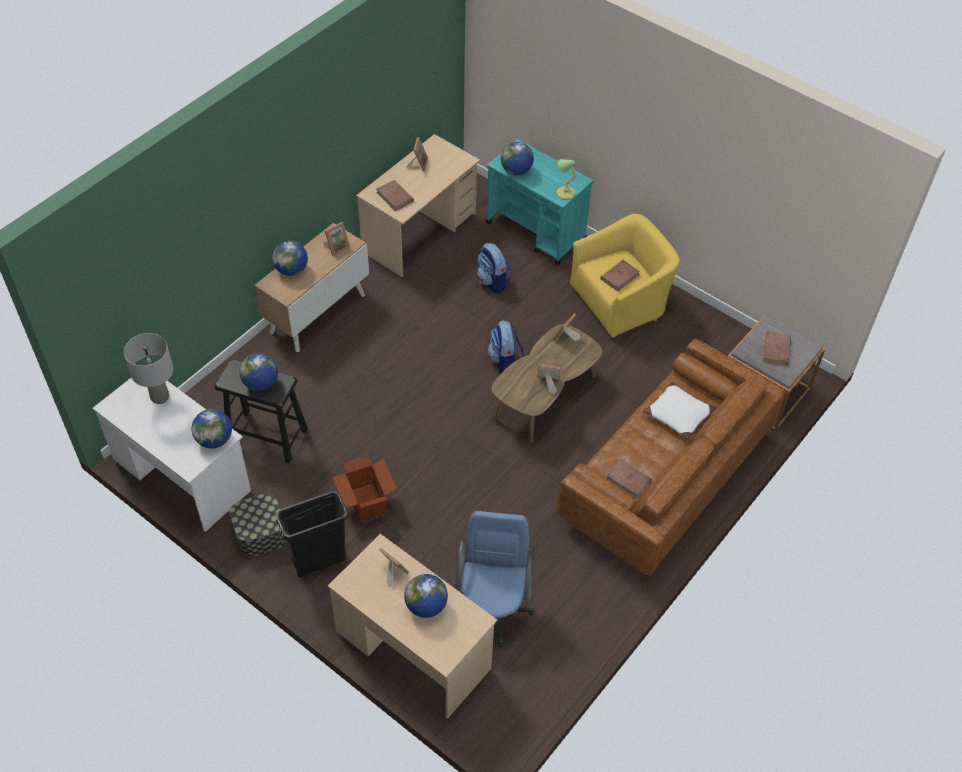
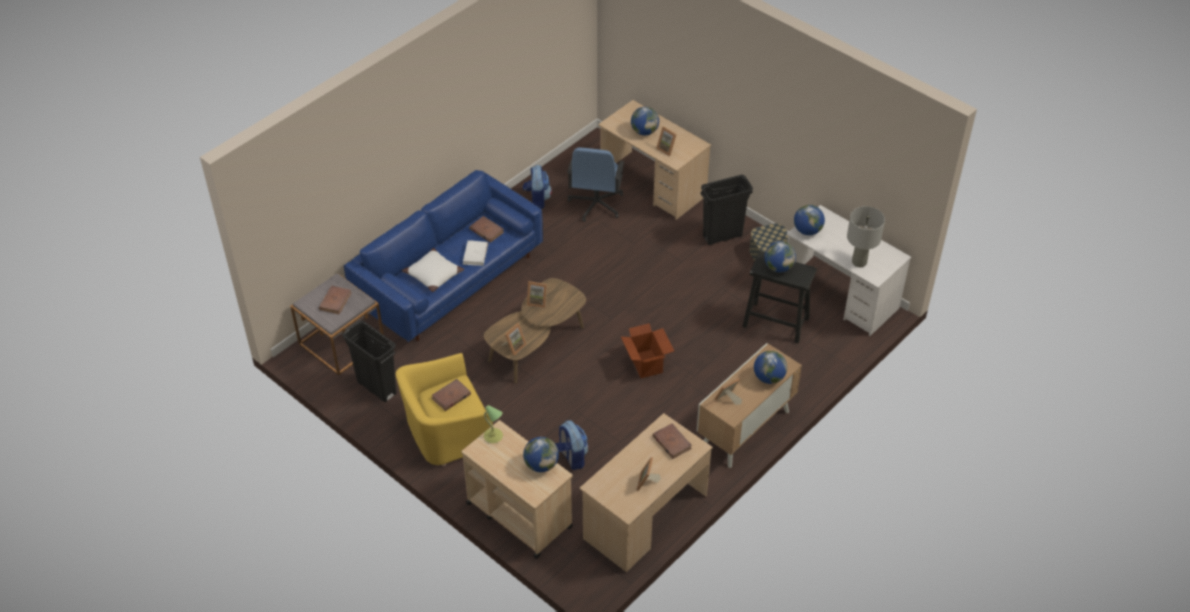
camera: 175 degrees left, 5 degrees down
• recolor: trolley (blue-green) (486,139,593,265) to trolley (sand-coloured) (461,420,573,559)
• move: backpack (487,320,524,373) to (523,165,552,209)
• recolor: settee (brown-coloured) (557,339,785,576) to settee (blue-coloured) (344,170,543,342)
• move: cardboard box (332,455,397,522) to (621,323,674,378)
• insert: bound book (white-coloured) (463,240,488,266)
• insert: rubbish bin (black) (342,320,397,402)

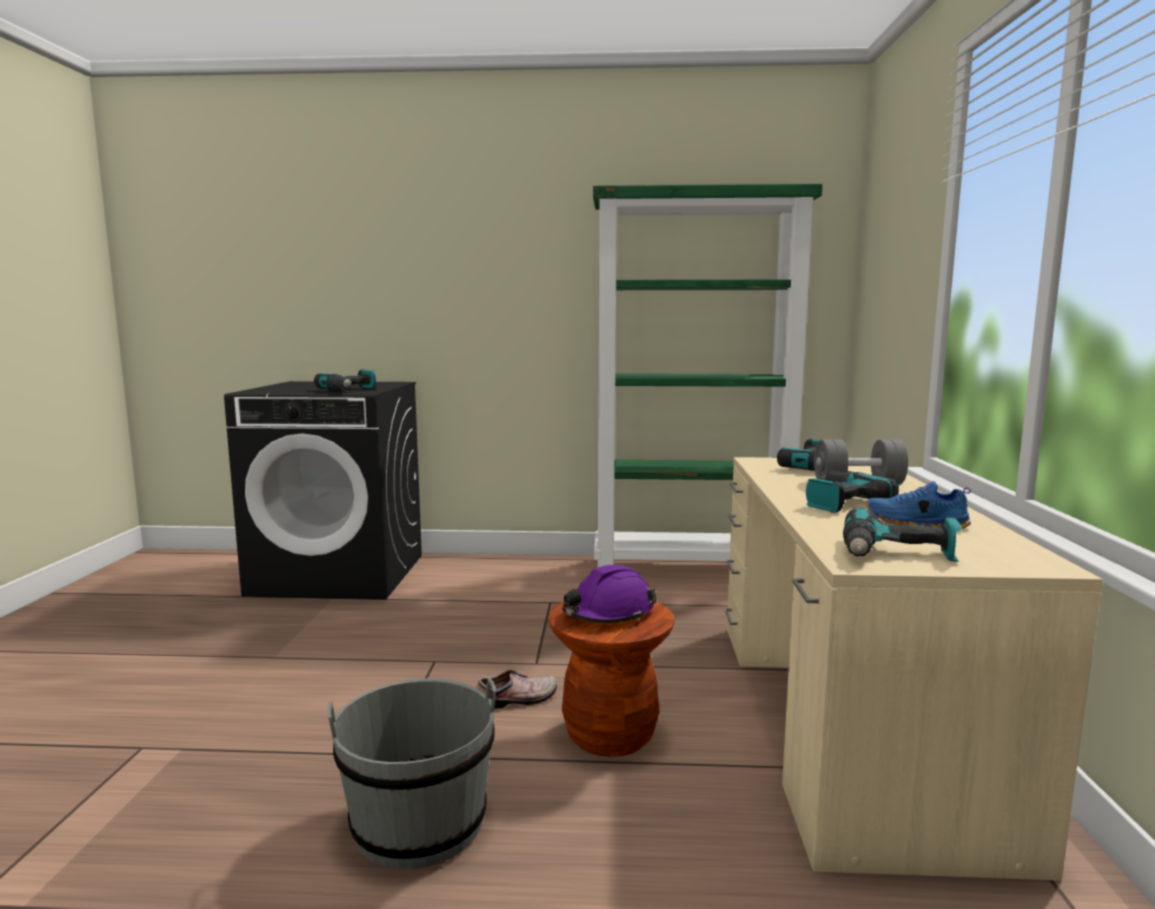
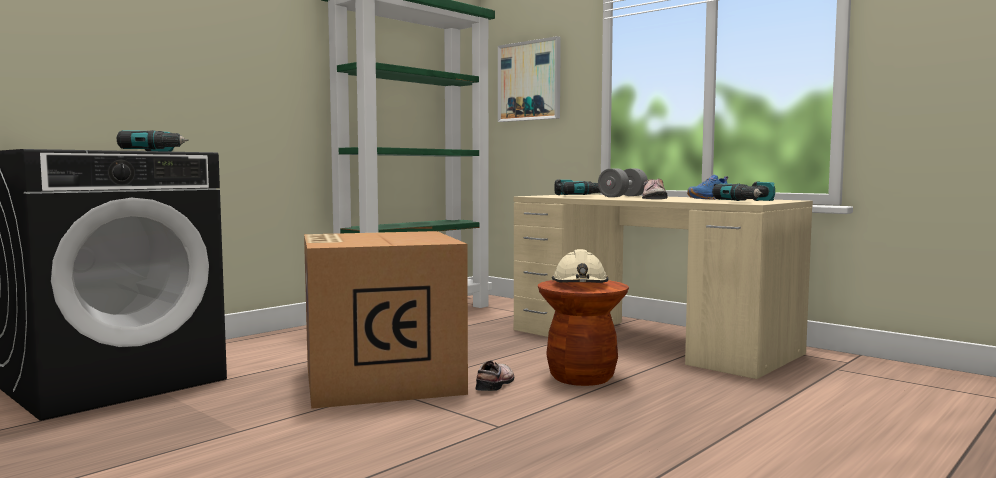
camera: 50 degrees left, 5 degrees down
• replace: electric drill (806,470,899,513) to shoe (642,179,668,199)
• recolor: work helmet (purple-coloured) (562,565,657,623) to work helmet (sand-coloured) (552,249,608,283)
• delete: pail (gray) (327,677,496,869)
• insert: wall art (498,36,561,122)
• insert: cardboard box (304,231,468,409)

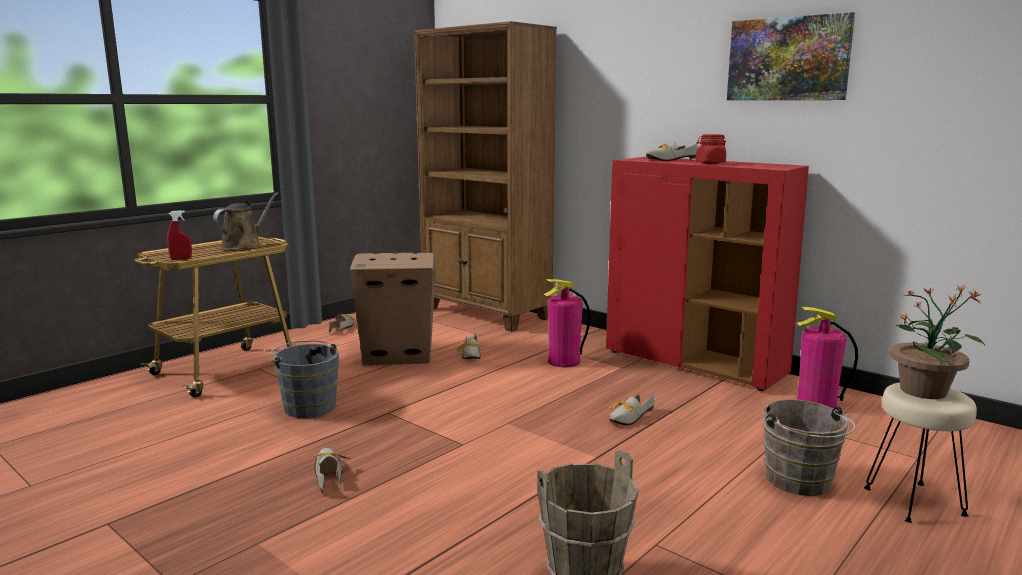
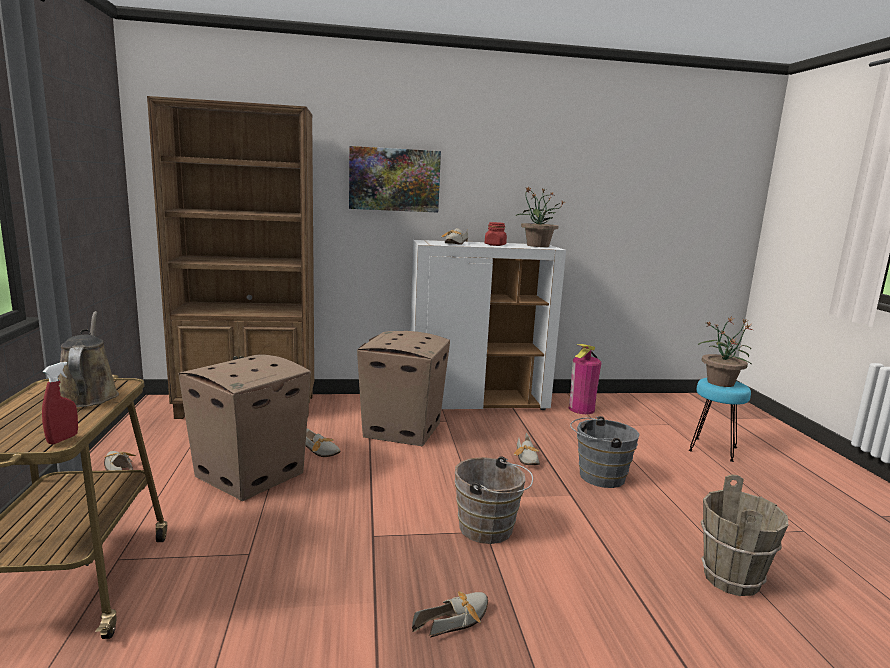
camera: 50 degrees left, 0 degrees up
• move: wall art (727,12,855,100) to (349,146,441,212)
• recolor: storage cabinet (reddish) (606,157,809,391) to storage cabinet (white-coloured) (410,240,566,410)
• replace: fire-fighting cylinder (544,279,590,367) to cardboard box (357,331,450,447)
• move: pail (gray) (270,340,339,418) to (570,416,639,488)
• recolor: stool (sand-coloured) (864,382,977,523) to stool (blue-green) (689,378,751,462)
• move: pail (brown-coloured) (763,399,855,496) to (455,456,533,544)
• rotate: shoe (314,448,351,494) = (412,592,488,638) 120 degrees clockwise
• insert: potted plant (516,186,565,247)

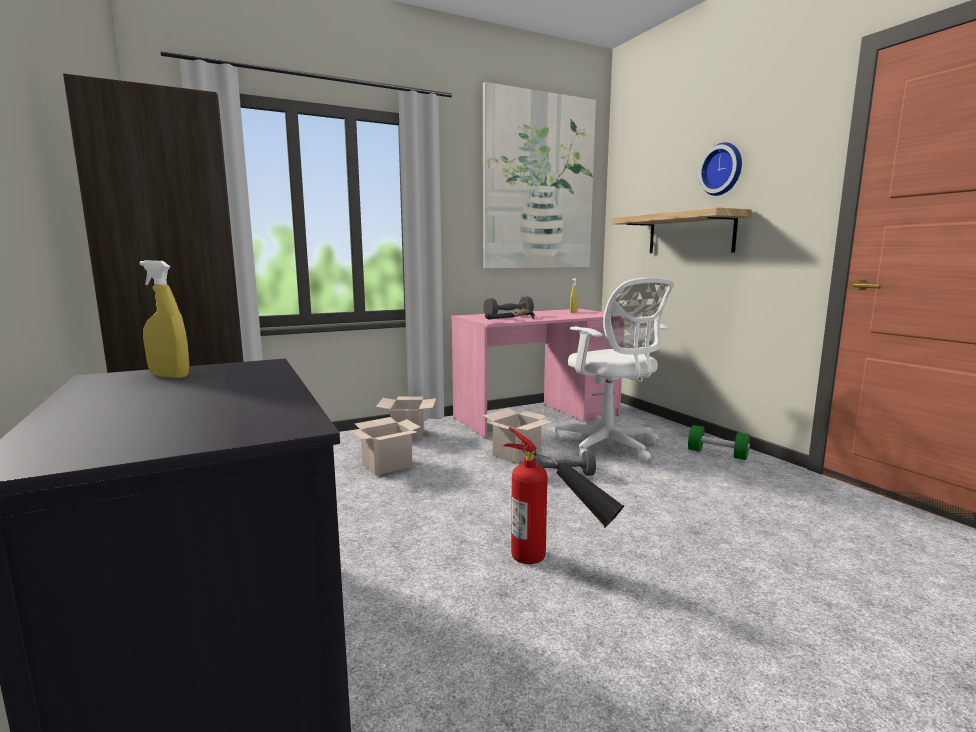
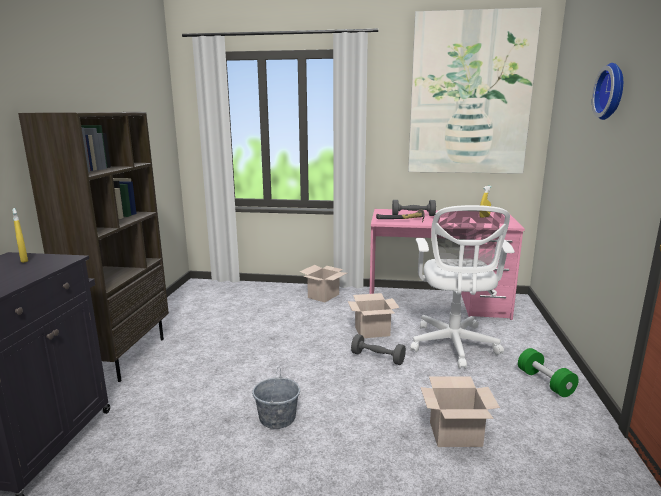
camera: 35 degrees right, 5 degrees up
• delete: bracket shelf (612,207,752,253)
• move: cardboard box (350,417,420,476) to (421,376,500,447)
• replace: fire-fighting cylinder (503,427,624,564) to pail (gray) (252,366,300,429)

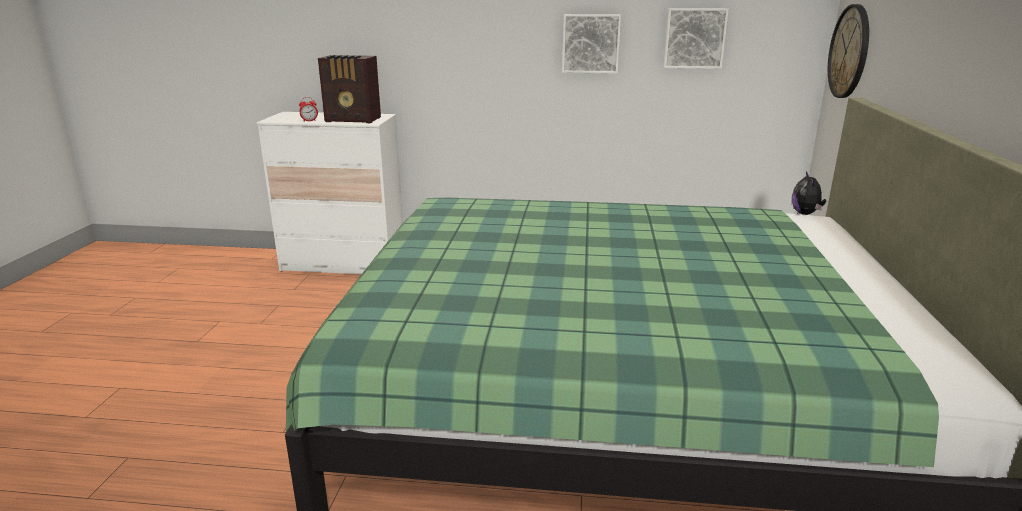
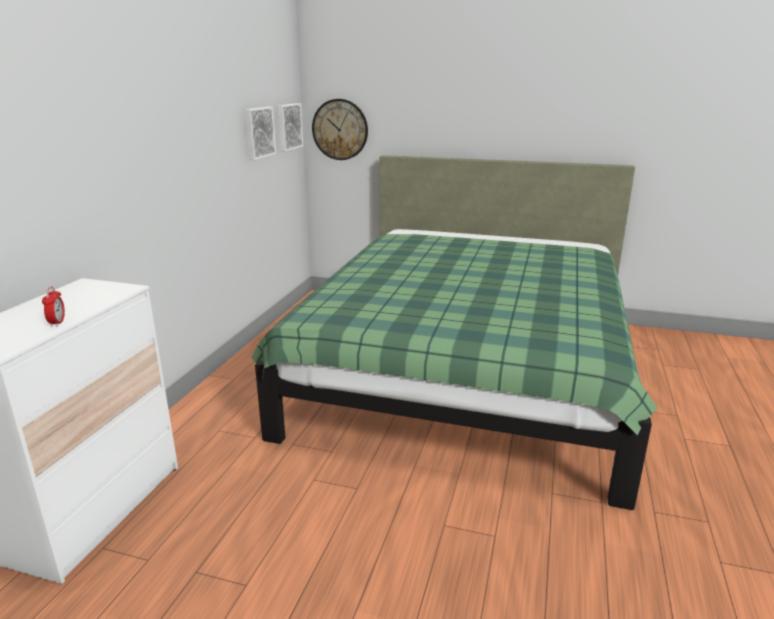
camera: 80 degrees left, 0 degrees up
• move: wall art (562,14,621,74) to (278,103,303,152)
• delete: radio (318,55,381,123)
• delete: soft toy (792,171,826,215)

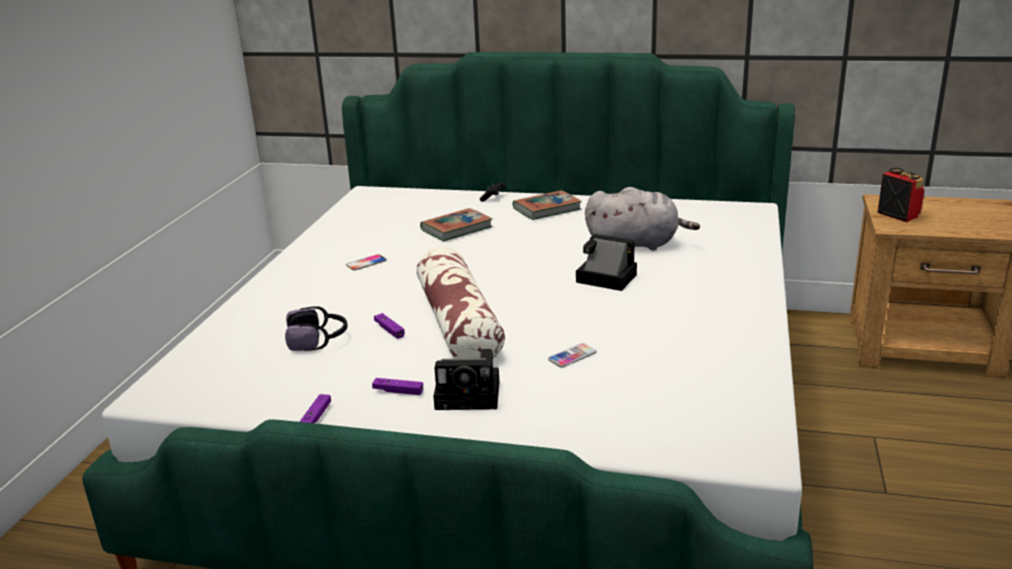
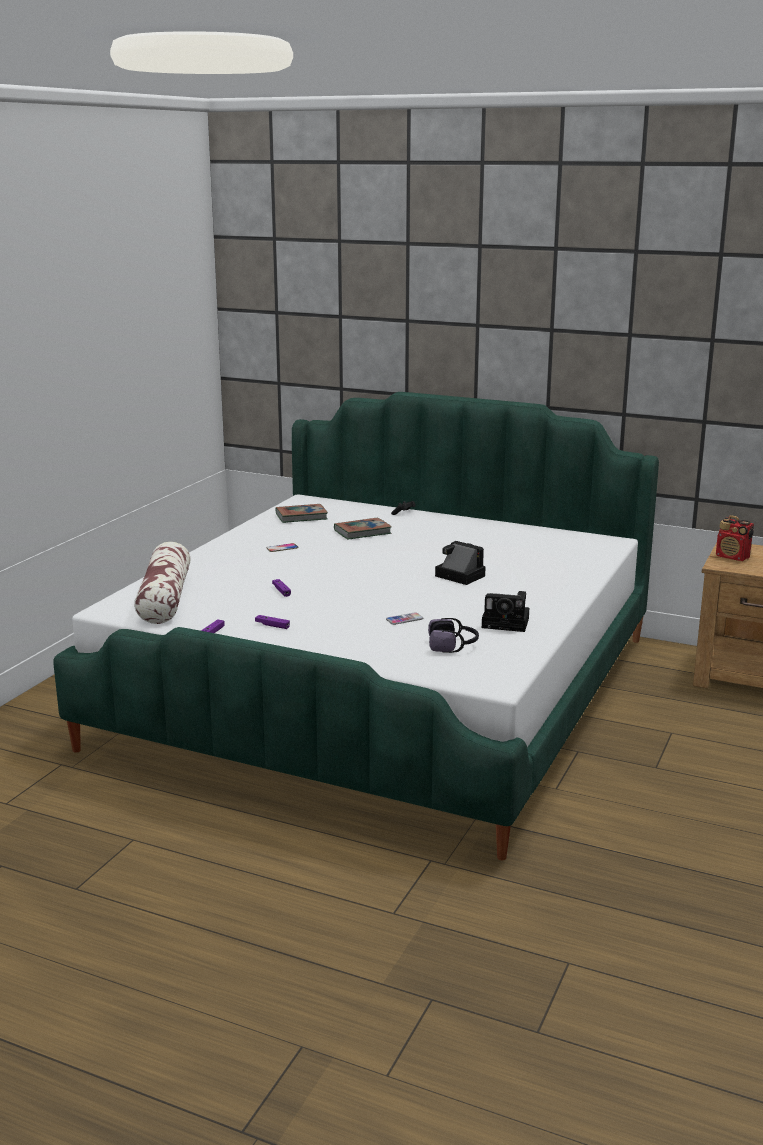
camera: 10 degrees right, 5 degrees down
• rotate: radio (877,168,924,222) = (716,515,754,561) 150 degrees clockwise
• delete: soft toy (gray) (585,187,700,251)
• move: bound book (513,190,582,220) to (276,504,328,523)
• move: pillow (416,247,505,359) to (134,542,191,624)
• move: pair of headphones (285,306,347,351) to (428,618,479,653)
• move: photo camera (433,349,499,410) to (482,591,529,632)

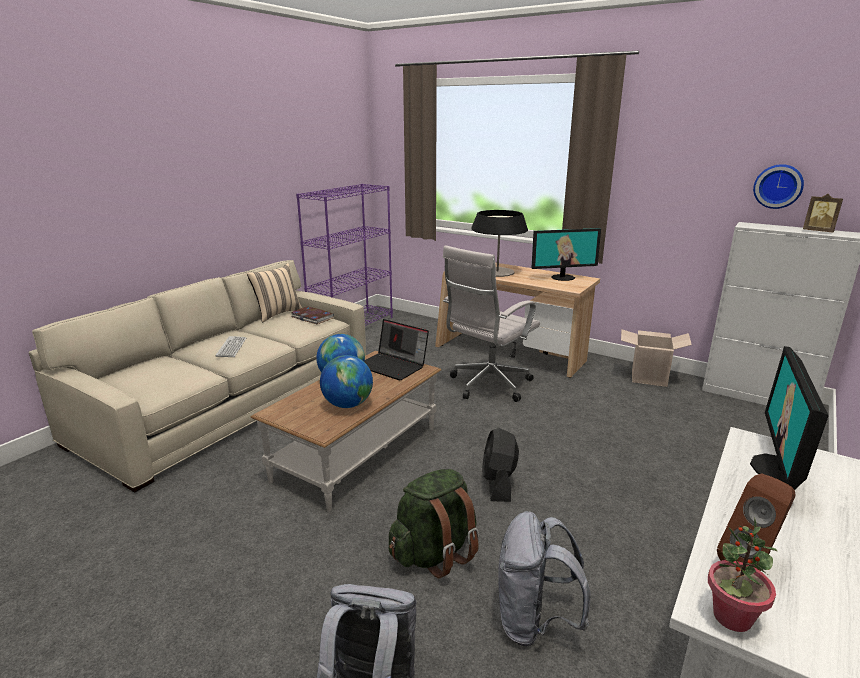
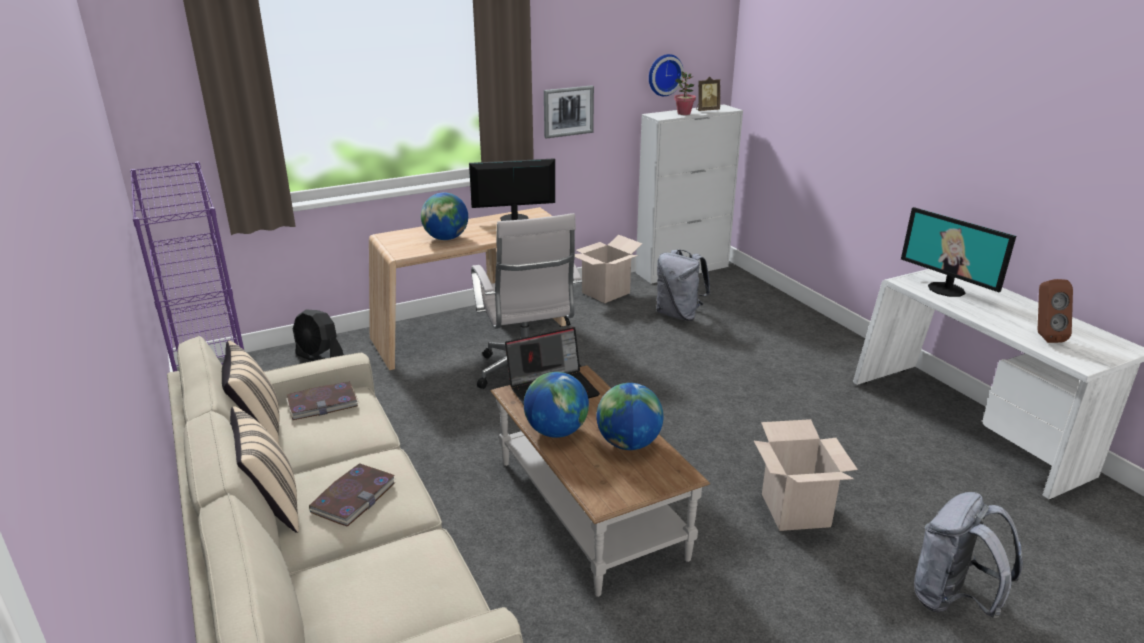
camera: 60 degrees left, 5 degrees up
• replace: table lamp (472,210,528,277) to world globe (421,192,468,240)
• rotate: computer display (531,228,601,281) = (469,158,555,221) 120 degrees counterclockwise
• replace: keyboard (216,336,246,357) to bound book (309,463,396,527)
• move: fan (black) (482,428,519,502) to (293,310,344,361)
• replace: backpack (greenish) (389,469,479,578) to cardboard box (754,419,858,531)
• move: backpack (gray) (498,511,591,647) to (656,249,710,321)
• move: potted plant (708,517,777,632) to (674,71,696,115)
• insert: wall art (544,85,594,138)
• insert: pillow (sand-coloured) (230,406,299,533)

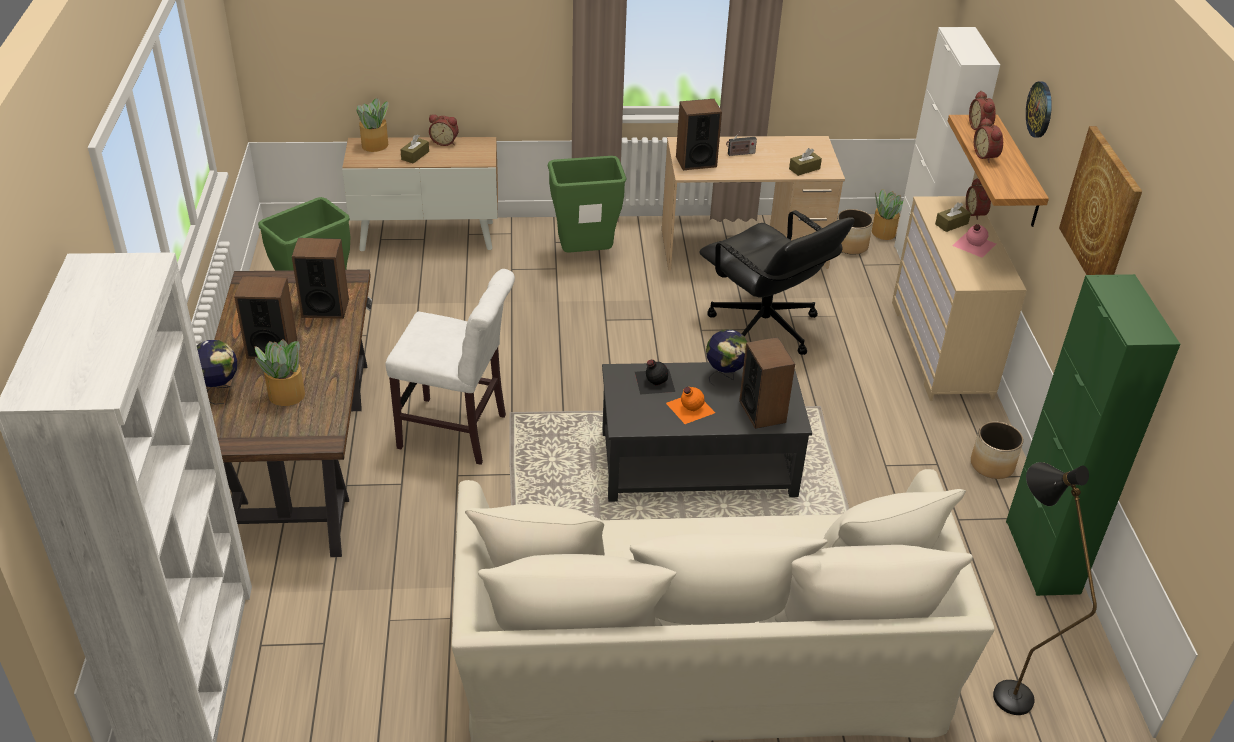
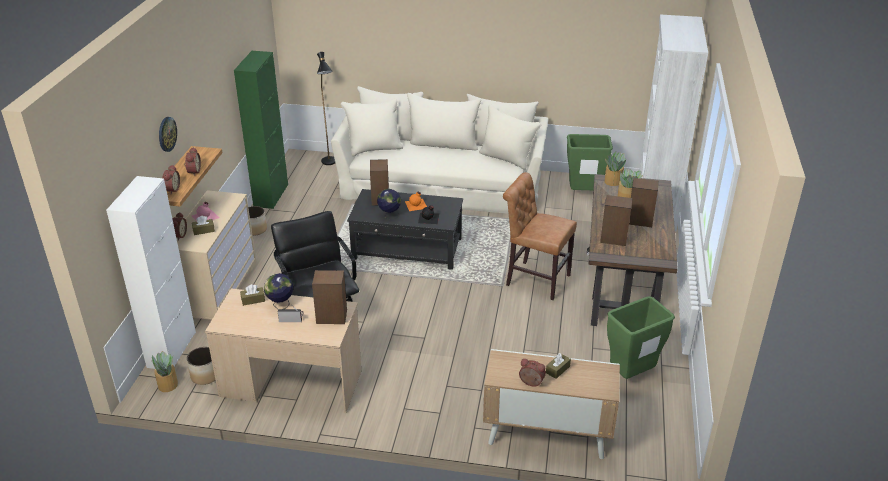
camera: 165 degrees left, 5 degrees down
• move: potted plant (356,98,389,152) to (604,152,626,186)
• delete: wall art (1059,126,1142,275)
• move: rubbish bin (greenish) (548,156,626,253) to (567,134,613,190)
• recolor: chair (white-coloured) (385,269,515,465) to chair (brown-coloured) (503,172,577,300)
• move: world globe (197,340,237,405) to (264,273,293,309)

